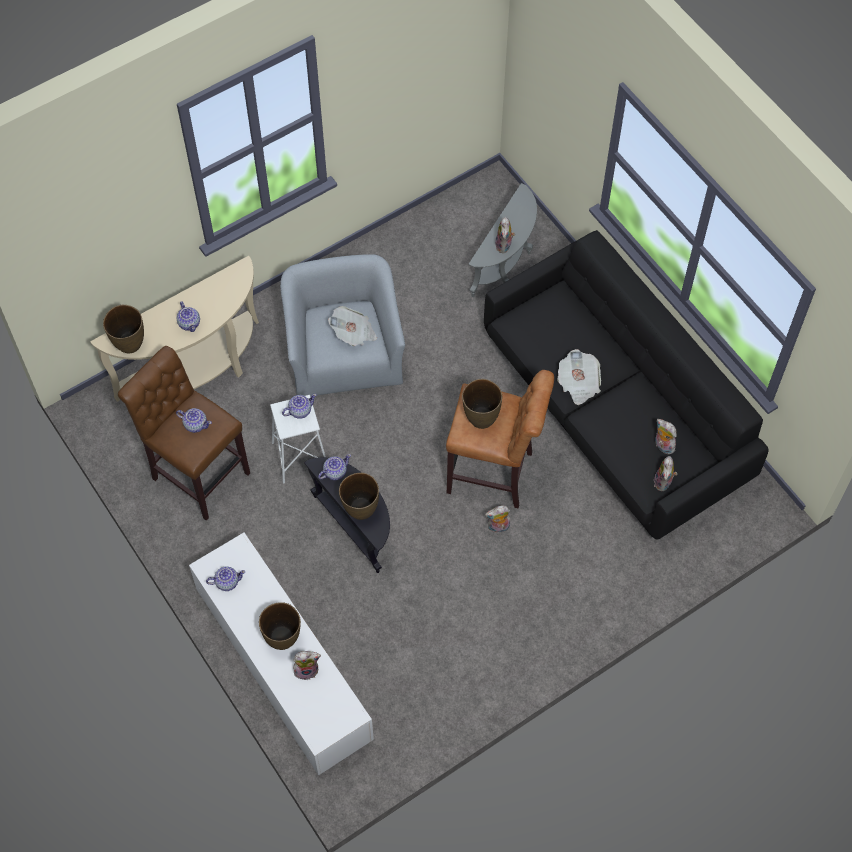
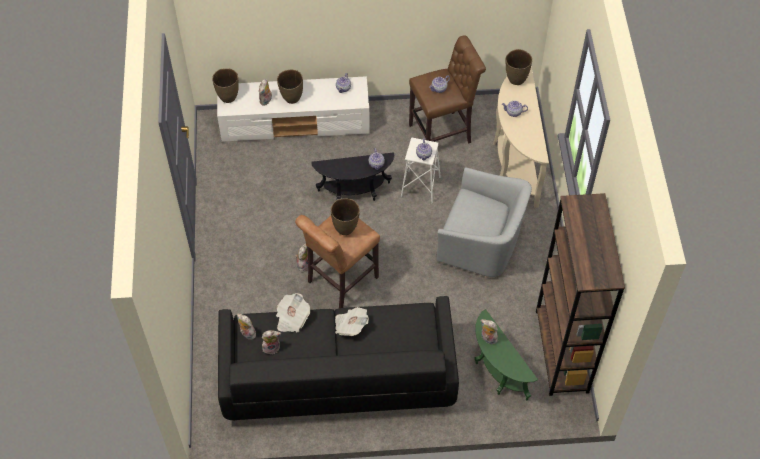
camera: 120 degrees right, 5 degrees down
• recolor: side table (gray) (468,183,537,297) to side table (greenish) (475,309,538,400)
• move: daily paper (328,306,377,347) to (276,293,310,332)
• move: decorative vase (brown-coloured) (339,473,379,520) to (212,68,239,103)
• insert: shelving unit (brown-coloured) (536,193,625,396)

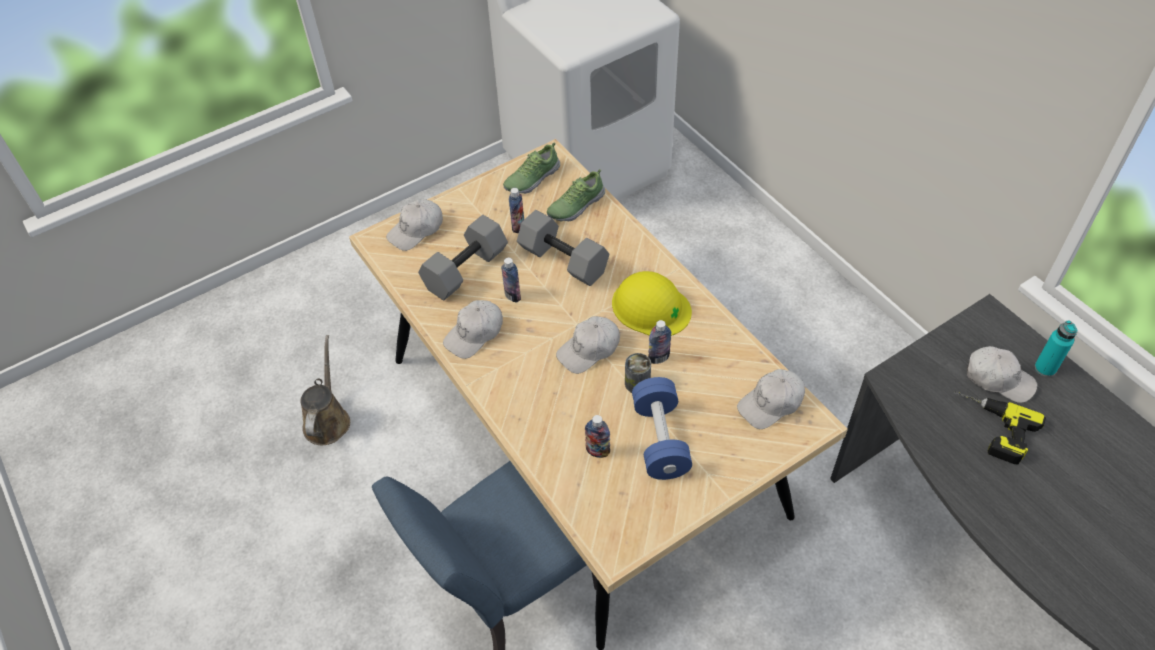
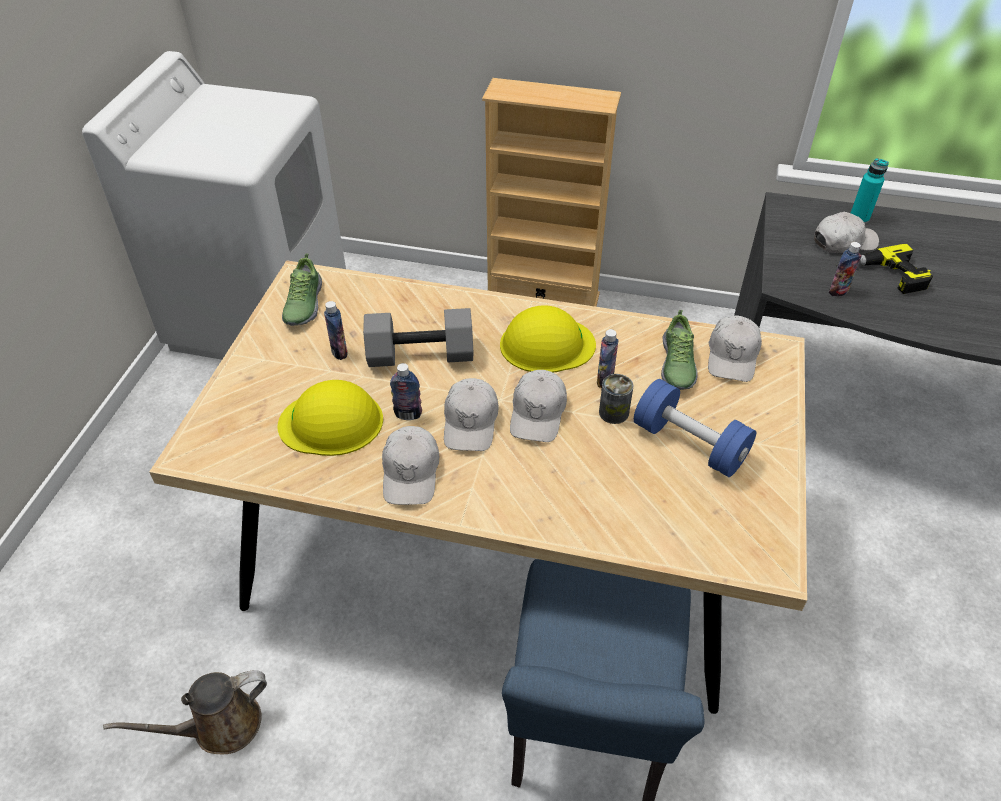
camera: 45 degrees left, 5 degrees down
• move: shoe (547,169,605,222) to (661,310,697,390)
• move: baseball cap (white-coloured) (386,199,443,251) to (444,378,499,451)
• replace: dumbbell (gray) (418,215,508,300) to work helmet (yellow) (277,380,383,456)
• rotate: watering can (brown-coloured) (300,335,350,445) = (103,670,267,754) 75 degrees counterclockwise
• move: beverage bottle (585,415,610,458) to (829,242,862,296)
• insert: shelving unit (sand-coloured) (482,78,621,307)

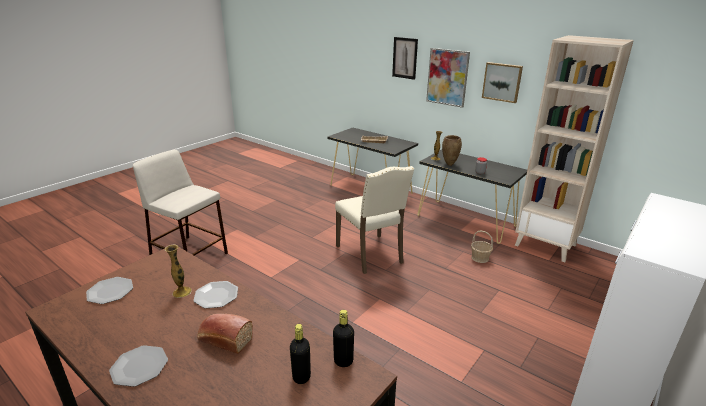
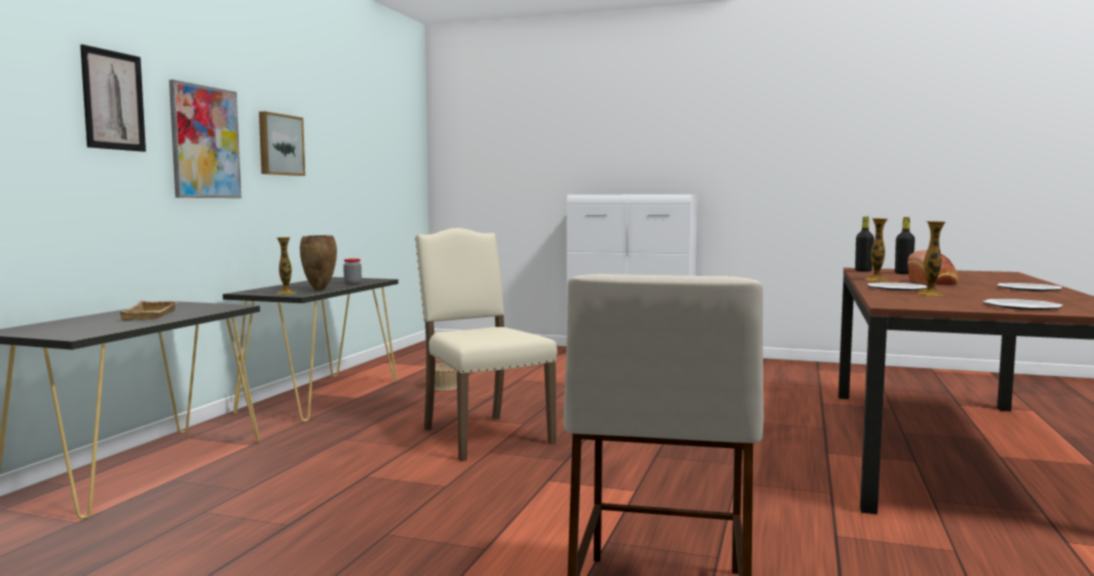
camera: 110 degrees left, 20 degrees down
• delete: shelving unit (sand-coloured) (515,35,634,262)
• rotate: chair (sand-coloured) (335,166,414,274) = (415,228,557,461) 75 degrees counterclockwise
• insert: decorative vase (866,218,888,281)

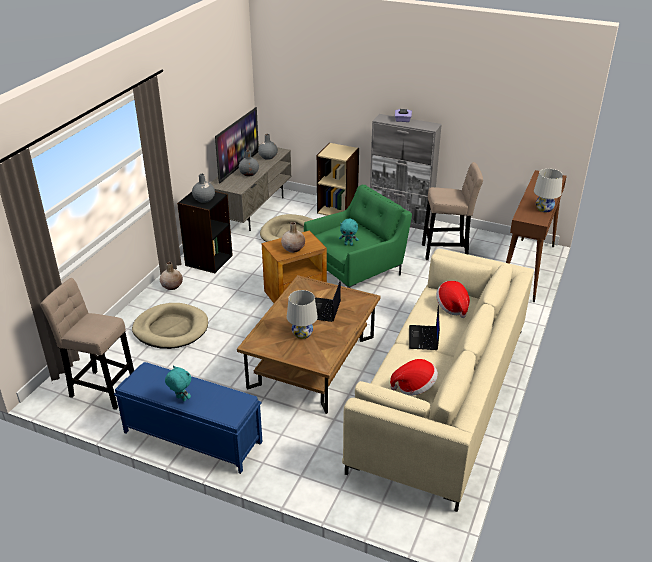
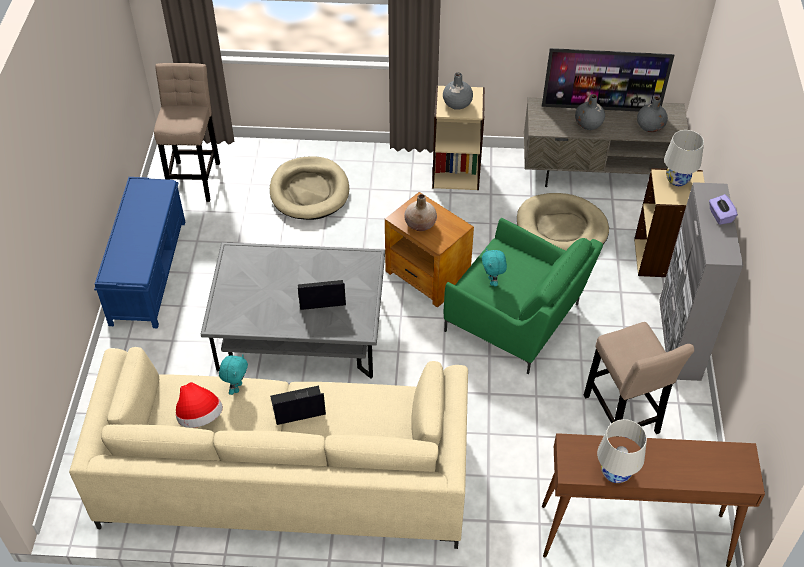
camera: 70 degrees right, 15 degrees up
• recolor: shelving unit (black) (177,191,233,273) to shelving unit (sand-coloured) (432,85,485,190)
• delete: decorative vase (sand-coloured) (160,262,183,290)
• recolor: coffee table (brown-coloured) (237,275,381,414) to coffee table (gray) (201,242,385,379)
• delete: clothing hat (436,281,470,318)
• move: table lamp (white-coloured) (287,290,318,339) to (664,130,704,186)
• move: soft toy (blue-green) (165,365,191,402) to (219,354,248,395)

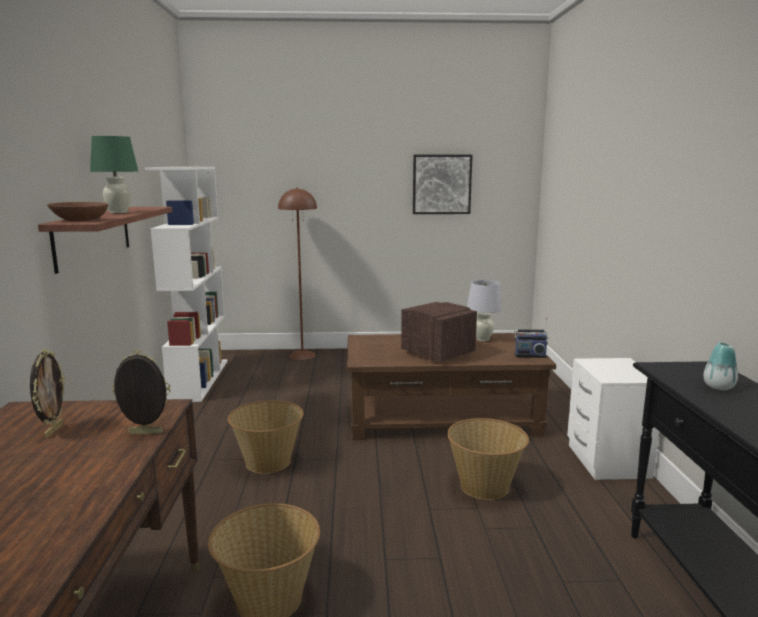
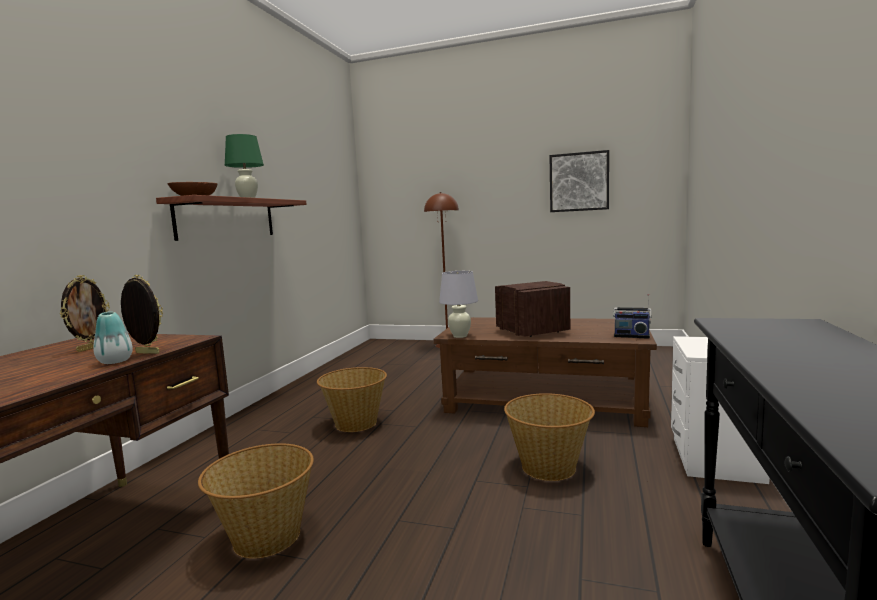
camera: 20 degrees right, 5 degrees down
• delete: shelving unit (white-coloured) (145,167,228,402)
• move: table lamp (white-coloured) (467,280,502,341) to (439,271,478,338)
• move: decorative vase (703,342,738,390) to (93,312,133,364)

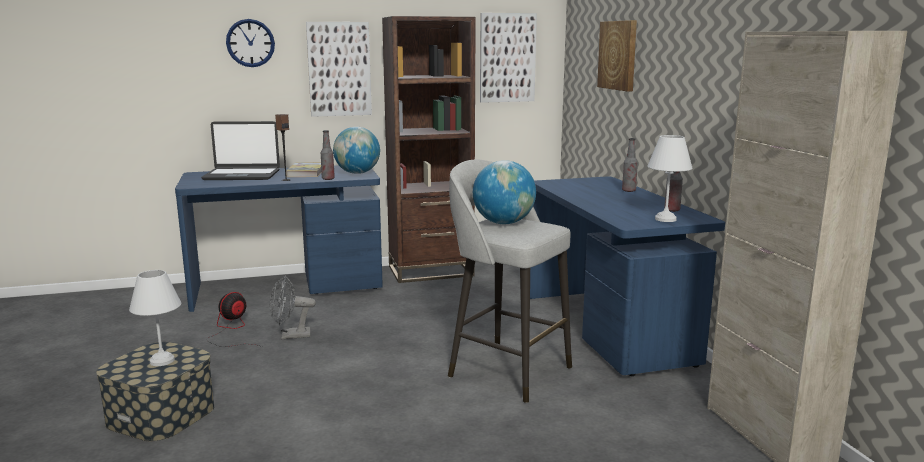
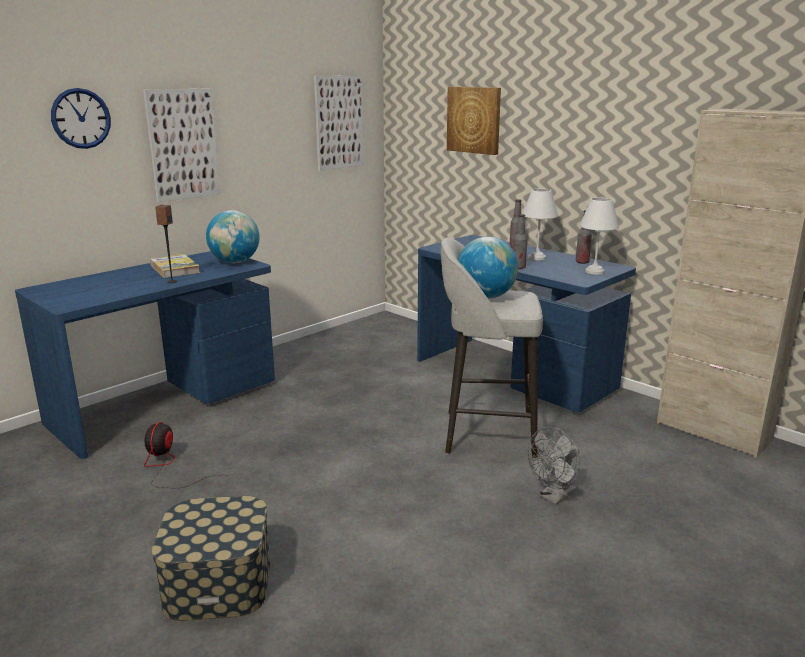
camera: 30 degrees left, 5 degrees up
• delete: shelving unit (brown-coloured) (382,16,476,283)
• delete: notebook computer (201,121,280,180)
• move: beverage bottle (321,130,335,180) to (513,214,527,269)
• move: table lamp (white-coloured) (129,270,181,366) to (522,188,558,260)
• move: fan (gray) (270,276,316,339) to (528,427,580,505)

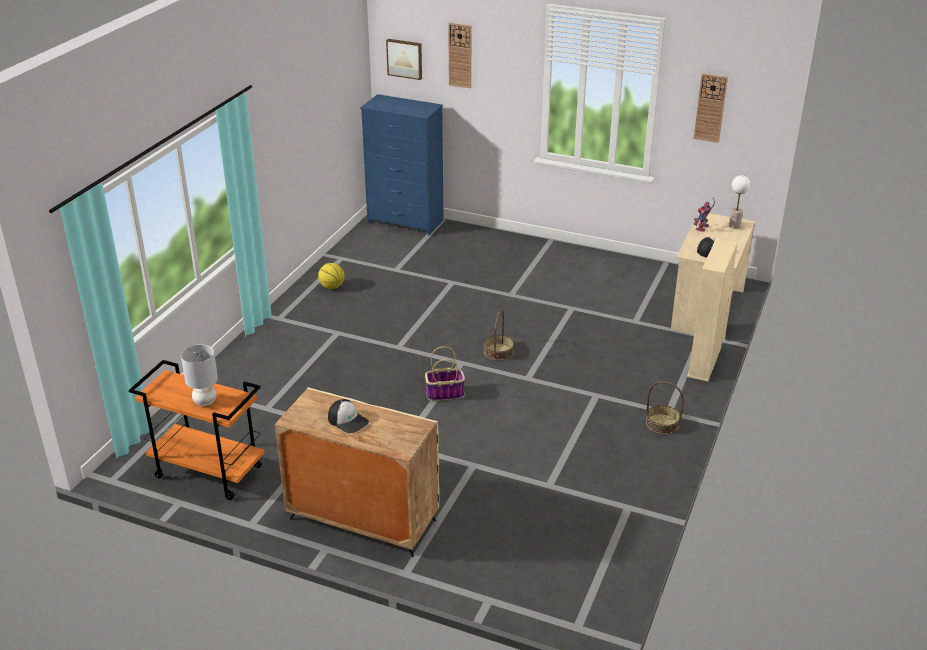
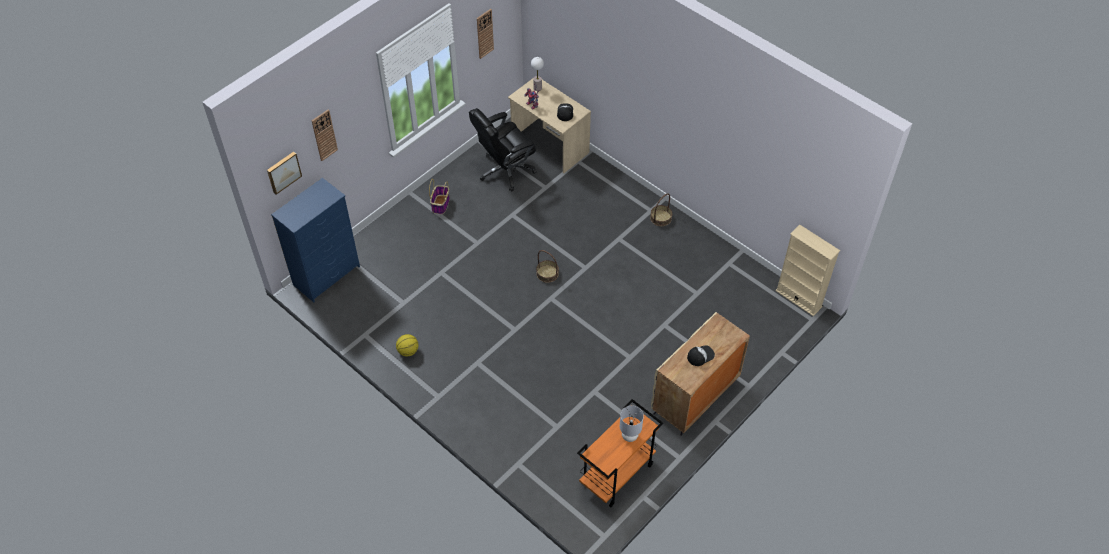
camera: 70 degrees left, 20 degrees up
• move: shelving unit (sand-coloured) (687,238,738,382) to (775,225,840,316)
• move: household basket (425,346,465,401) to (429,179,450,214)
• insert: desk chair (black) (469,108,537,191)

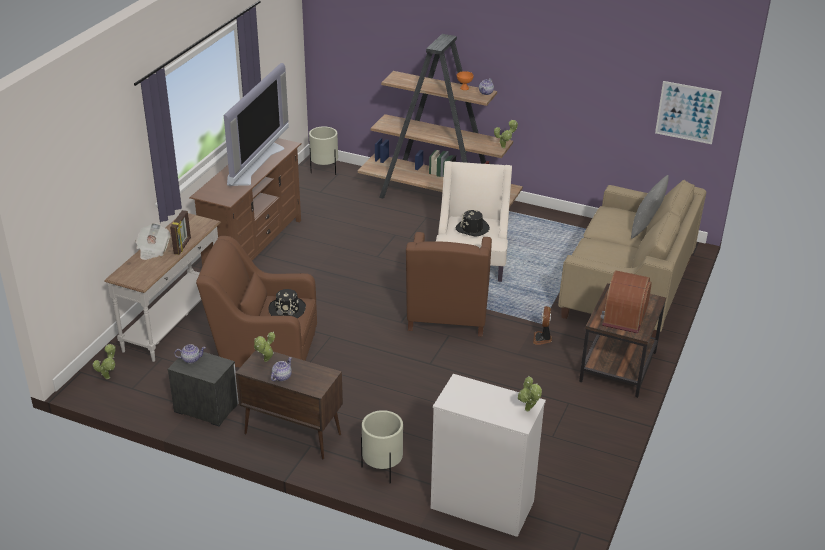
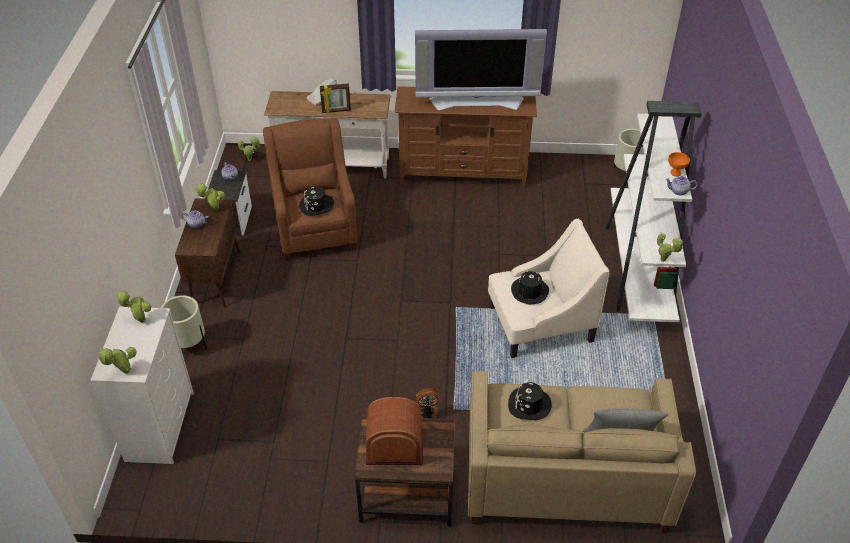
camera: 70 degrees right, 10 degrees up
• recolor: shelving unit (brown-coloured) (358,34,523,207) to shelving unit (white-coloured) (606,101,702,322)
• delete: wall art (655,81,722,144)
• delete: lounge chair (brown-coloured) (406,232,492,337)
• insert: potted plant (116,289,151,323)
• insert: clothing hat (black) (508,382,552,420)

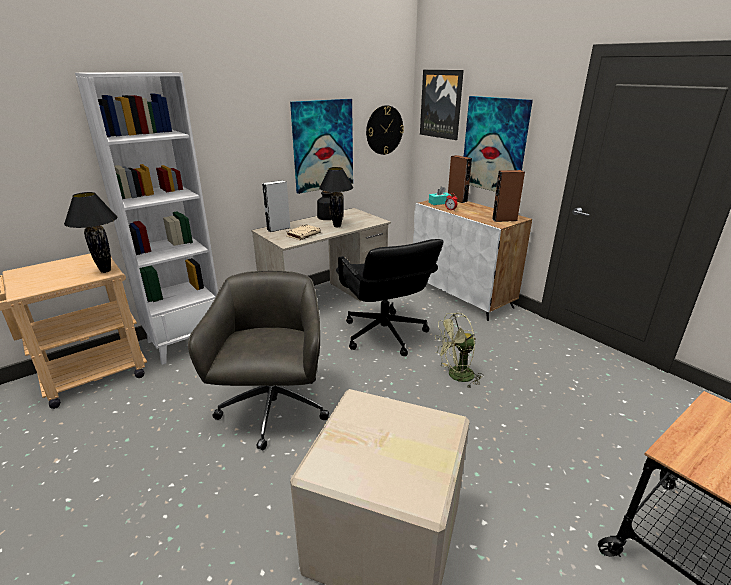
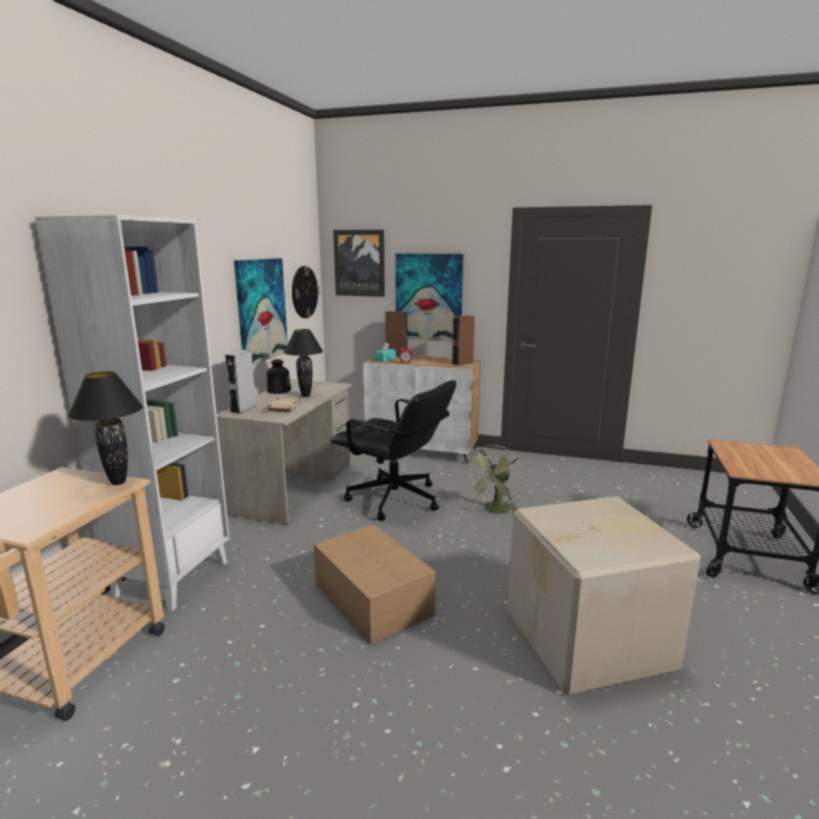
camera: 35 degrees left, 10 degrees down
• replace: desk chair (gray) (188,271,329,450) to cardboard box (314,524,436,644)

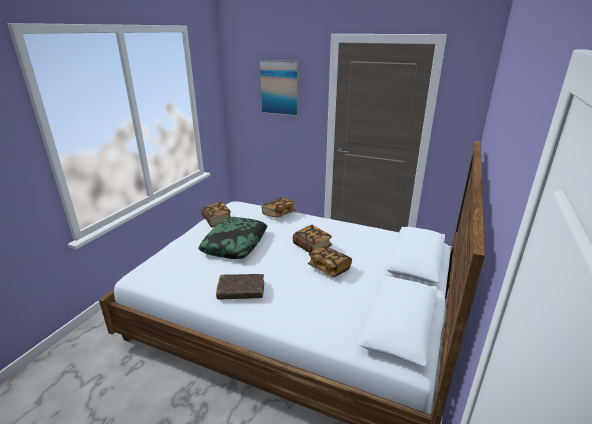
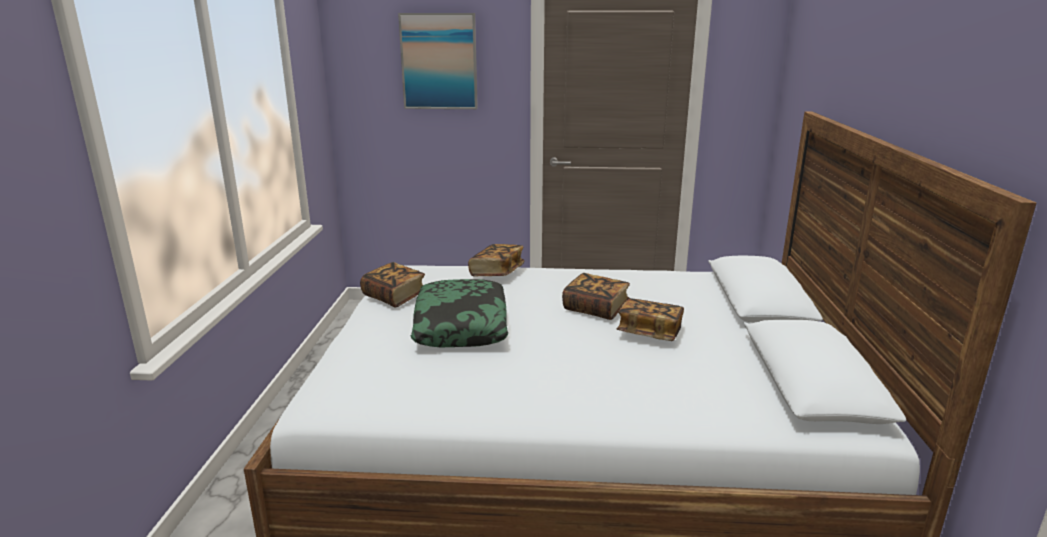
camera: 20 degrees left, 5 degrees down
• delete: bound book (brown-coloured) (216,274,264,300)

